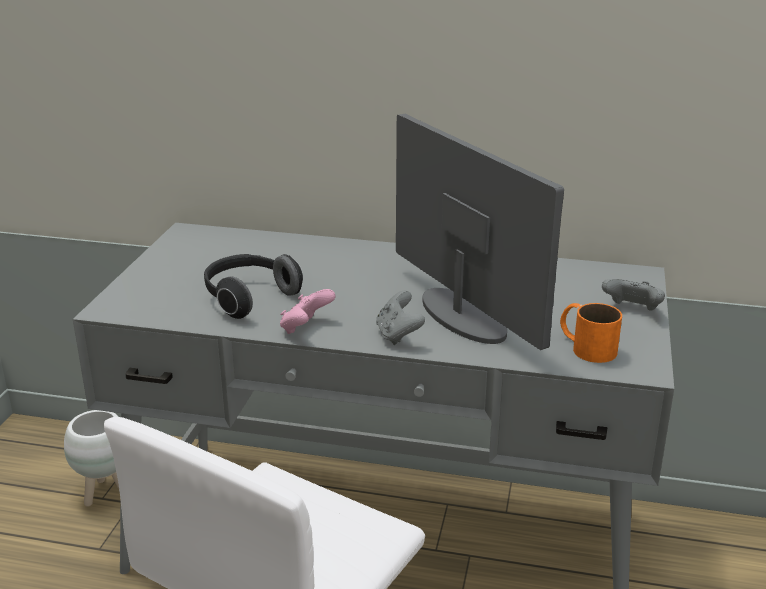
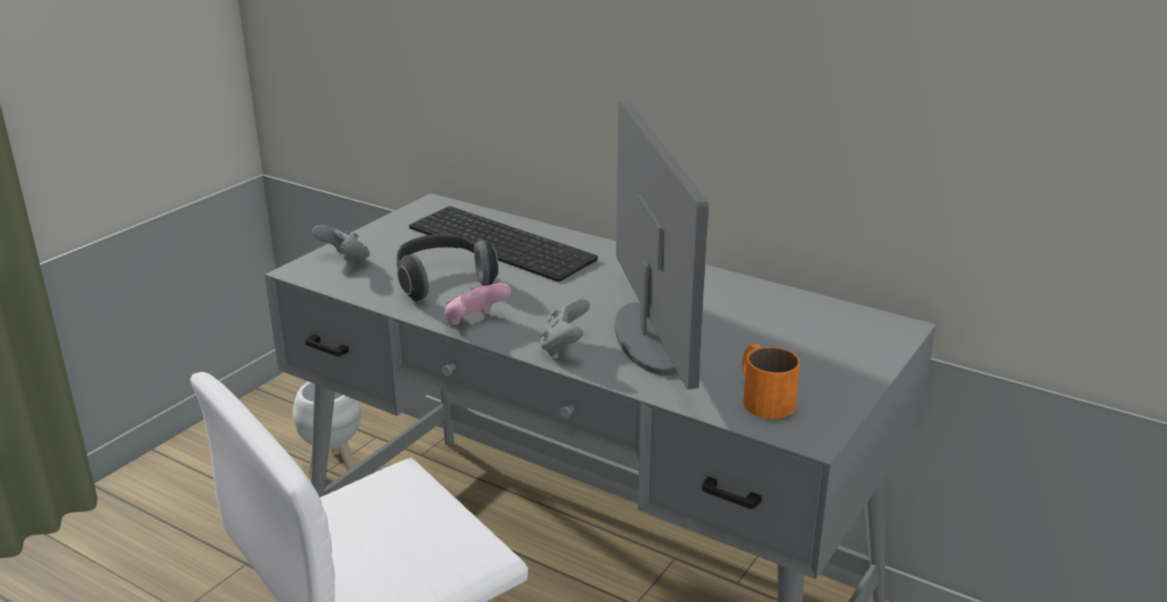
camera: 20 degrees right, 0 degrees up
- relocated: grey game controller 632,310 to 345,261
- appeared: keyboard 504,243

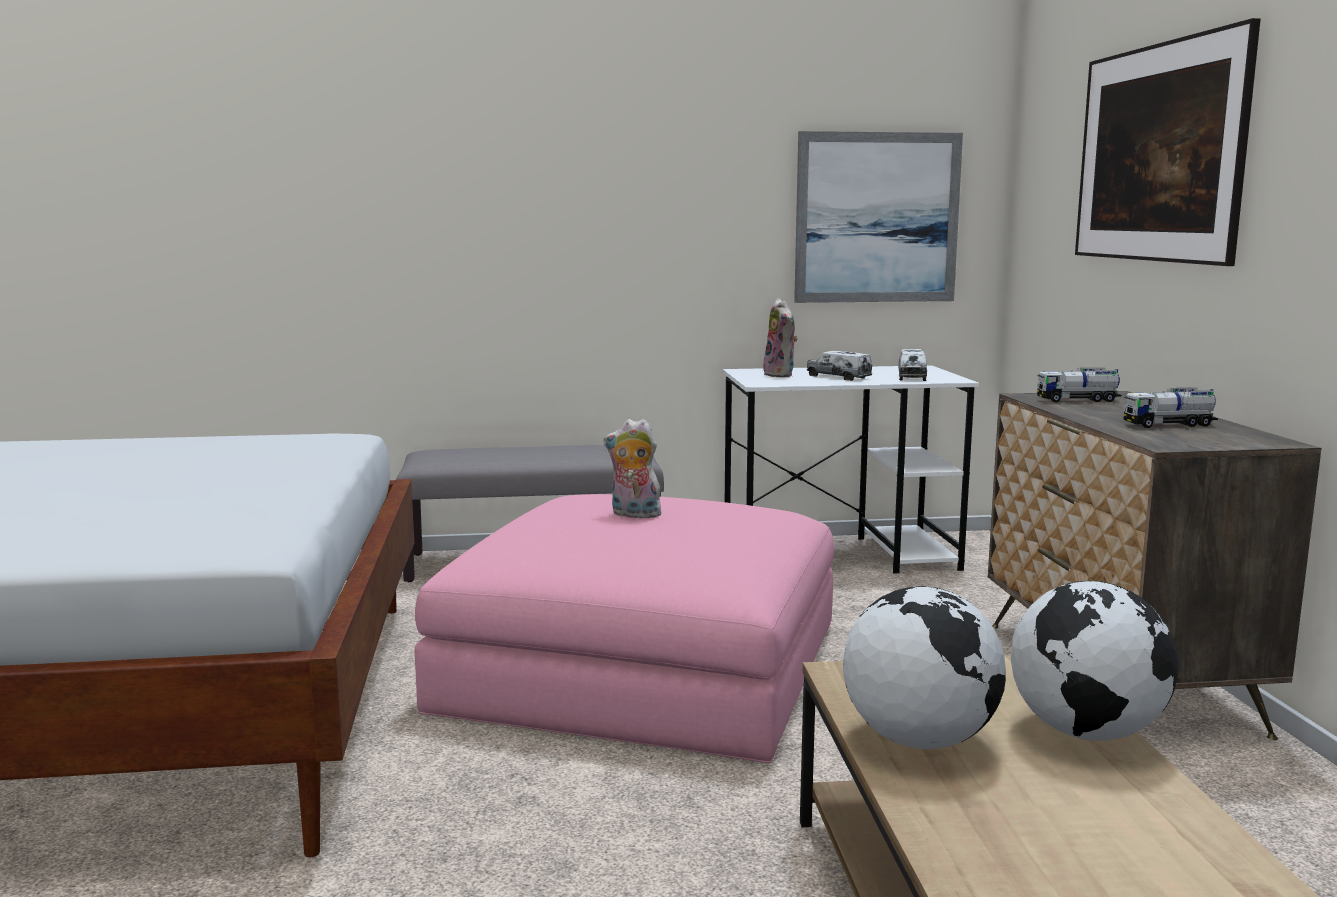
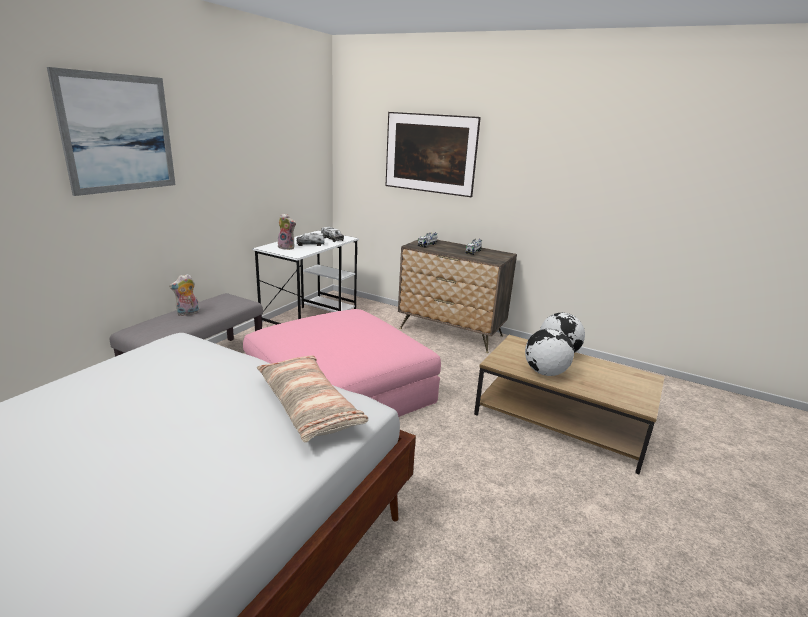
camera: 55 degrees left, 10 degrees up
- relocated: plush toy 633,515 to 188,313
- relocated: picture 877,218 to 118,133
- appeared: pillow 309,406

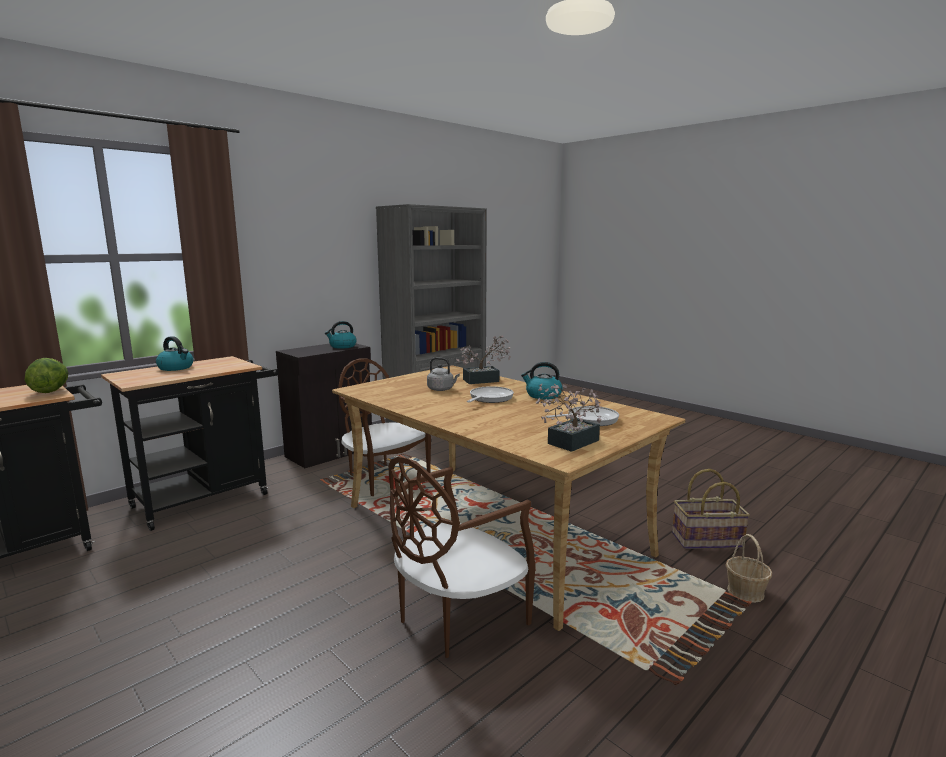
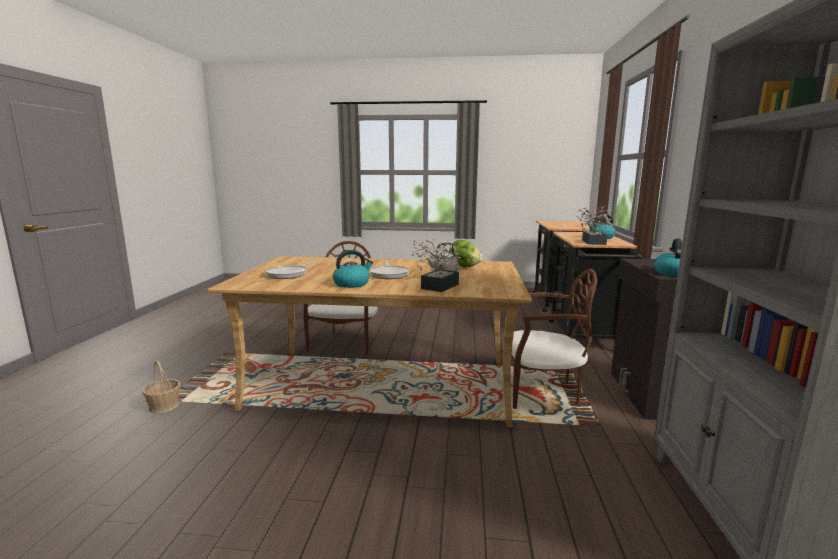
camera: 140 degrees right, 0 degrees up
- relocated: lettuce 50,391 to 464,266
- relocated: potted plant 569,443 to 593,242
- missing: basket 707,540

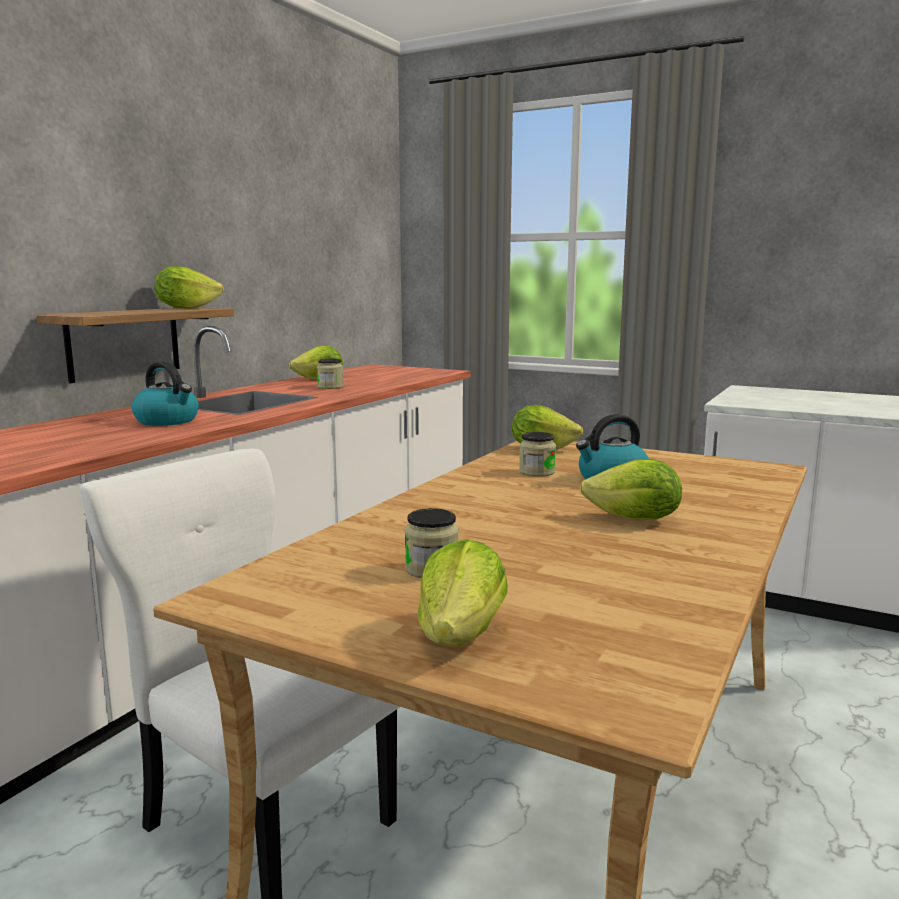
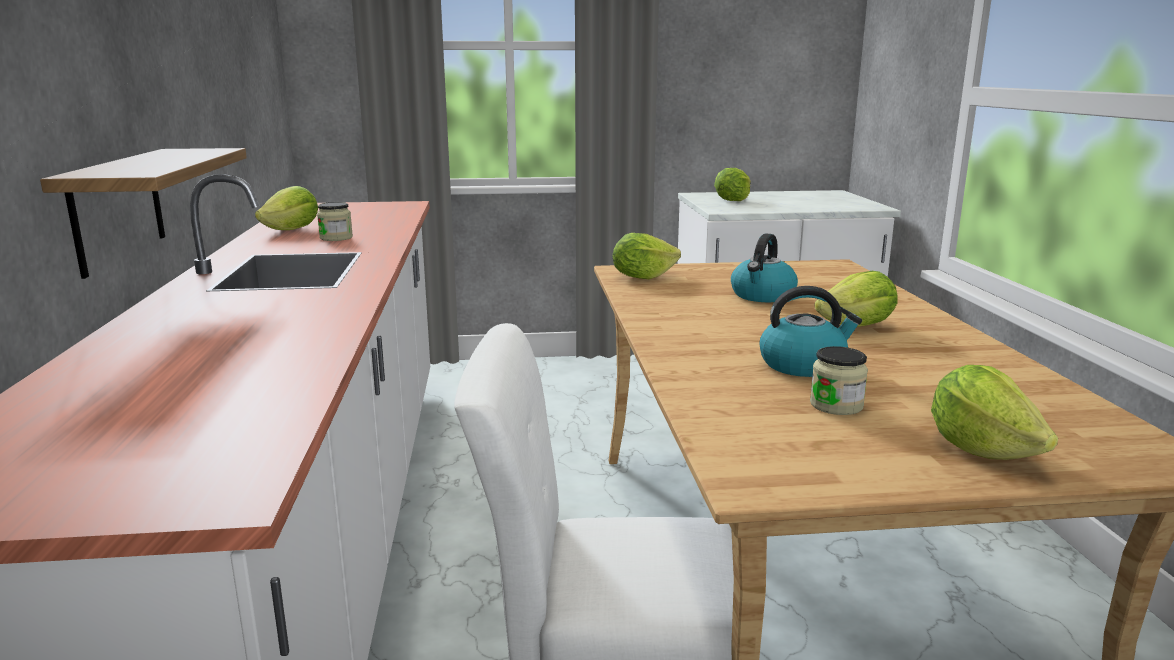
camera: 35 degrees left, 5 degrees up
- relocated: kettle 168,421 to 803,365
- relocated: lettuce 186,308 to 732,200
- missing: jar 537,472

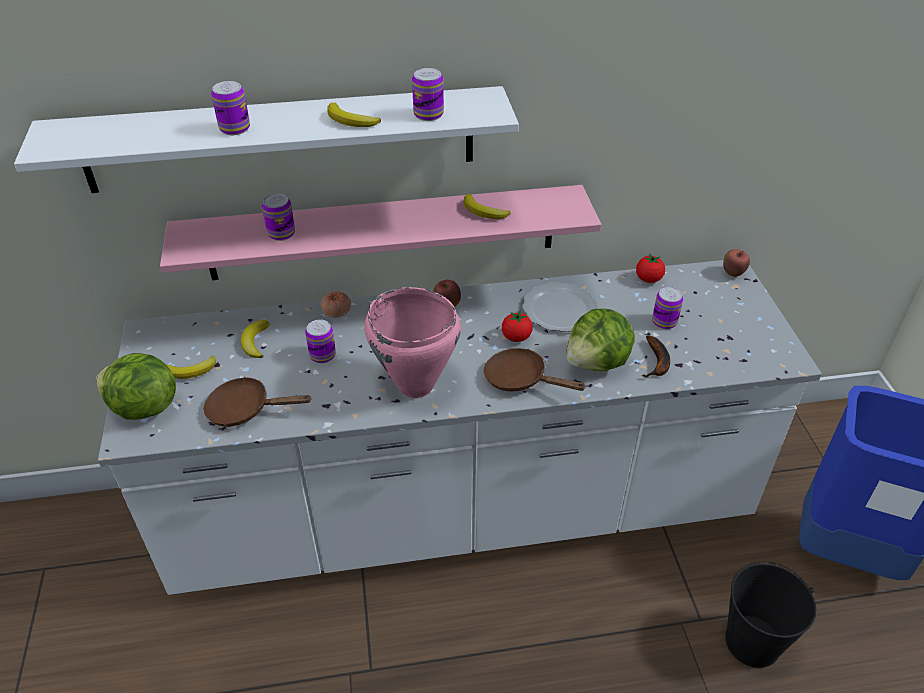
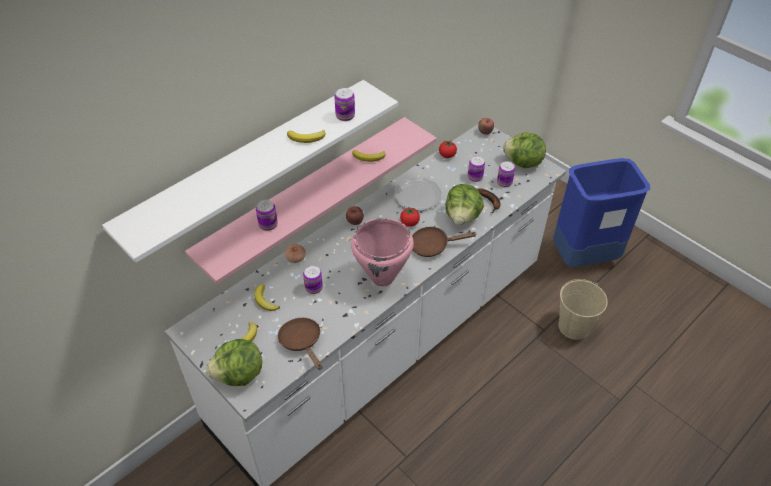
camera: 35 degrees left, 5 degrees up
- spun: brown frying pan 245,409 = 302,342 90 degrees clockwise
- relocated: can 235,128 to 504,182
- colour: black bucket 753,642 to beige bucket 574,327
- appeared: lettuce 523,163

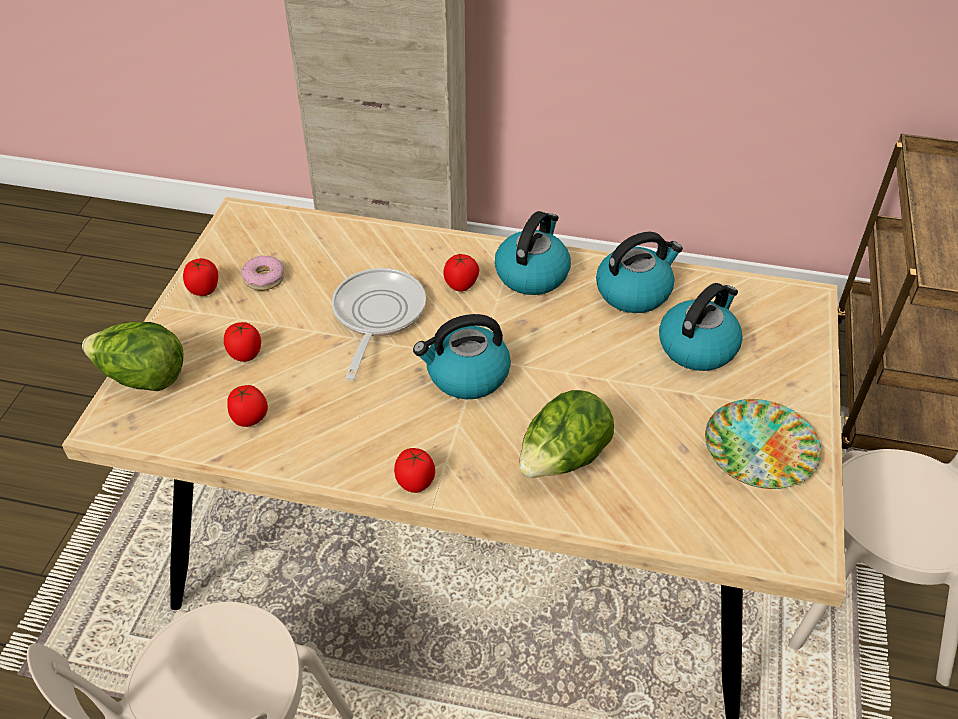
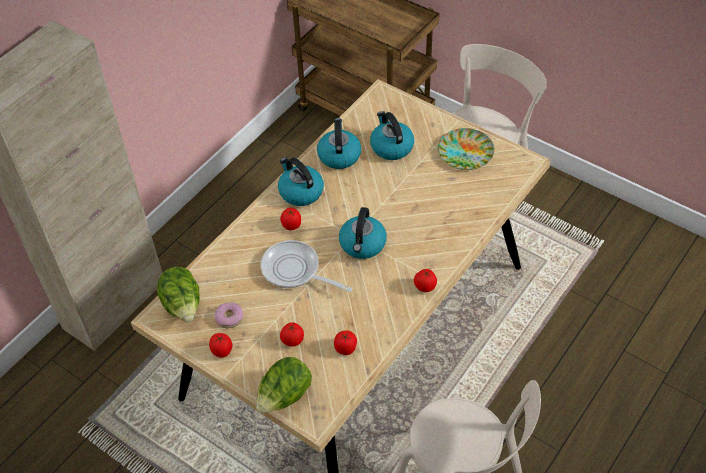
camera: 65 degrees left, 5 degrees up
- relocated: lettuce 563,460 to 183,306

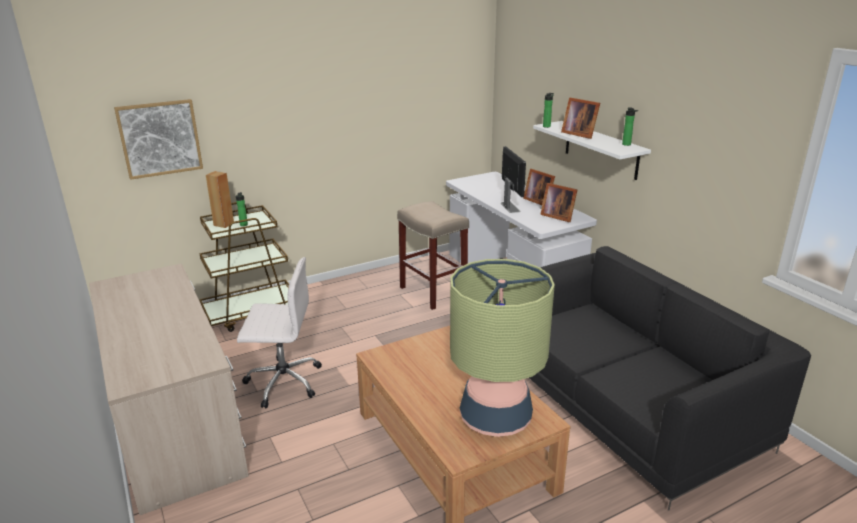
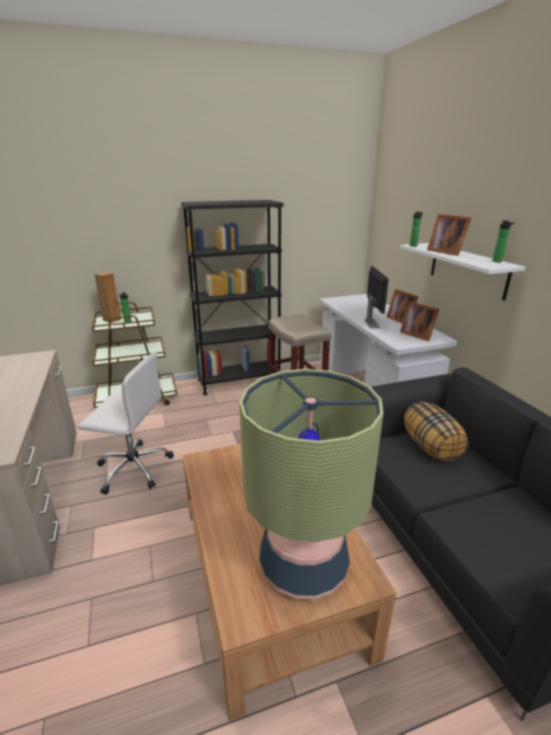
camera: 10 degrees right, 0 degrees up
- missing: picture 160,138
- appeared: black bookcase 239,381
- appeared: pillow 431,447

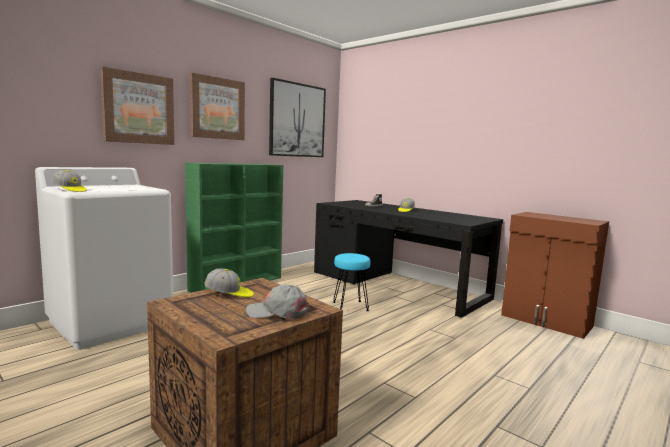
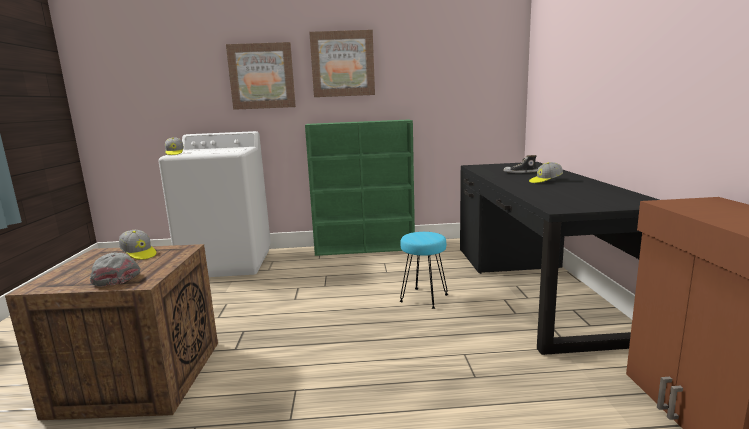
camera: 45 degrees right, 5 degrees up
- missing: picture 297,120

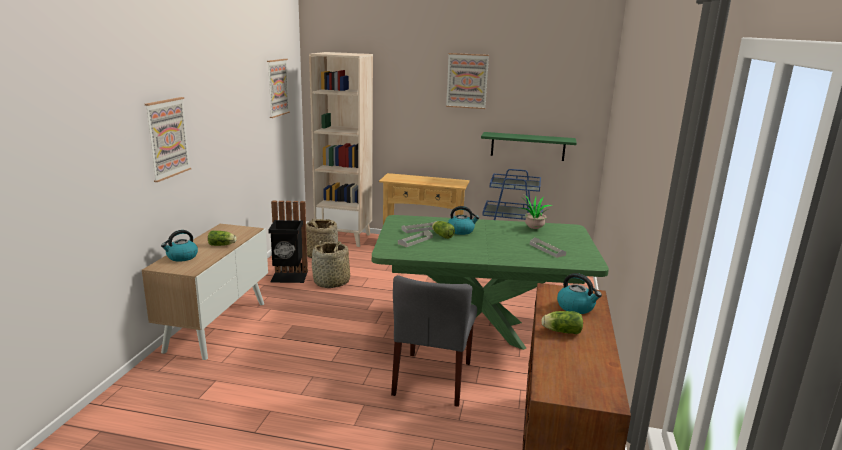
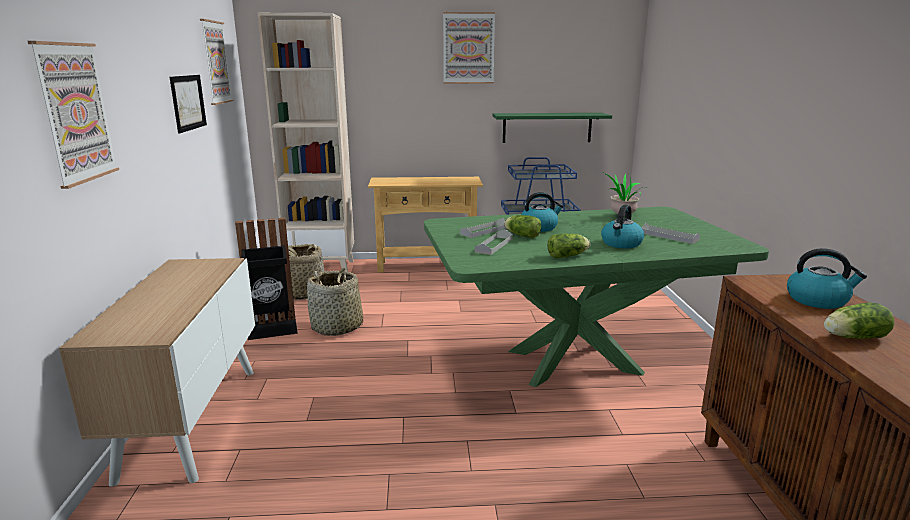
camera: 15 degrees left, 0 degrees up
- relocated: kettle 182,257 to 621,244
- relocated: lettuce 222,245 to 568,256
- missing: grey chair 432,379
- appeared: picture 188,102

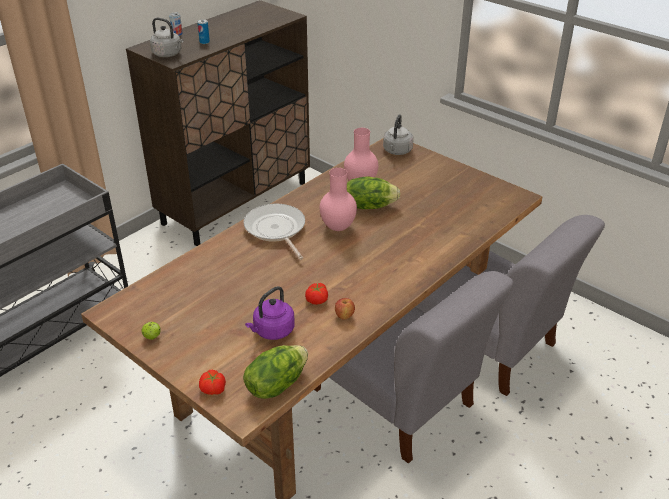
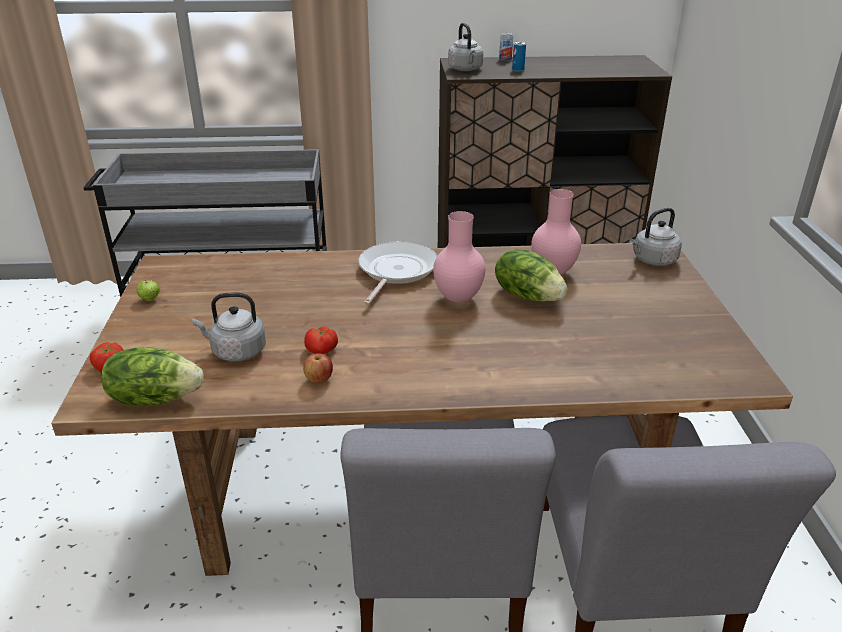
camera: 45 degrees right, 5 degrees down
- colour: purple kettle 272,331 to grey kettle 236,351

